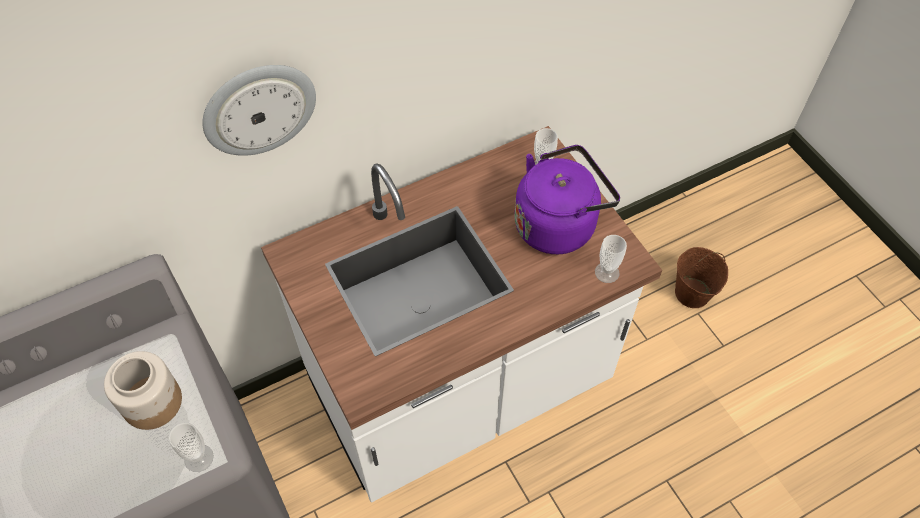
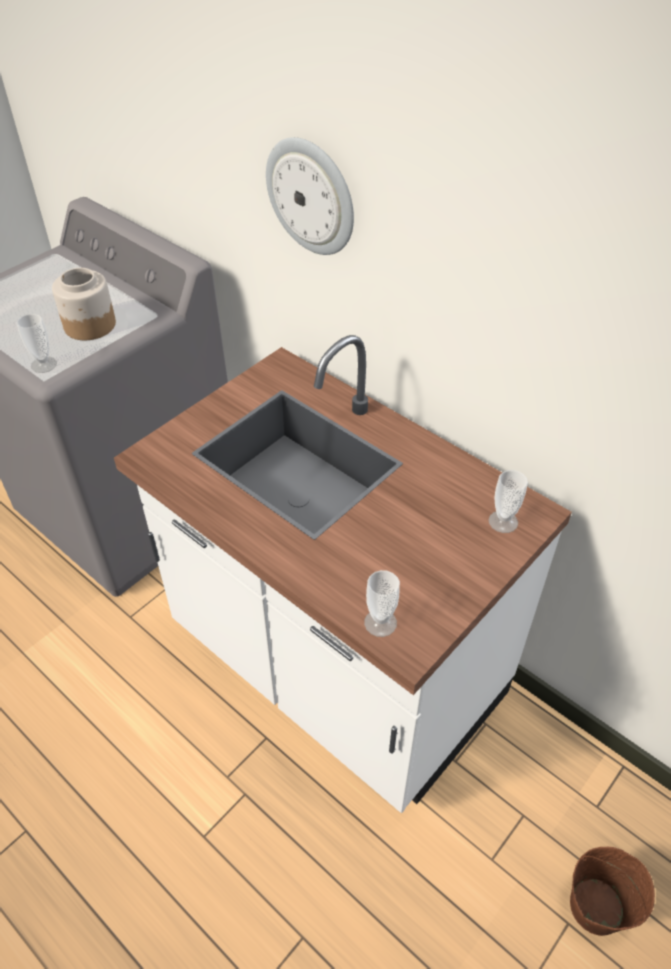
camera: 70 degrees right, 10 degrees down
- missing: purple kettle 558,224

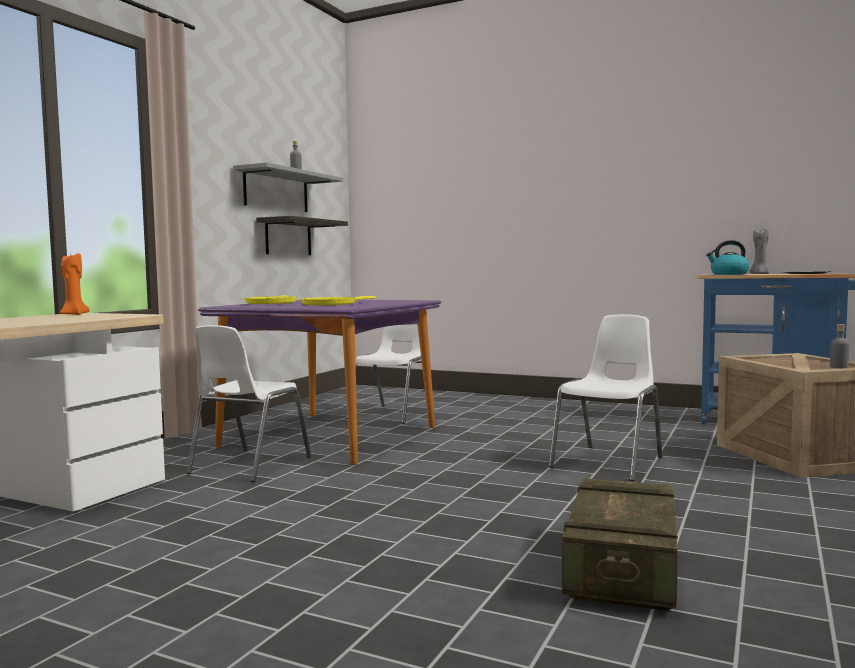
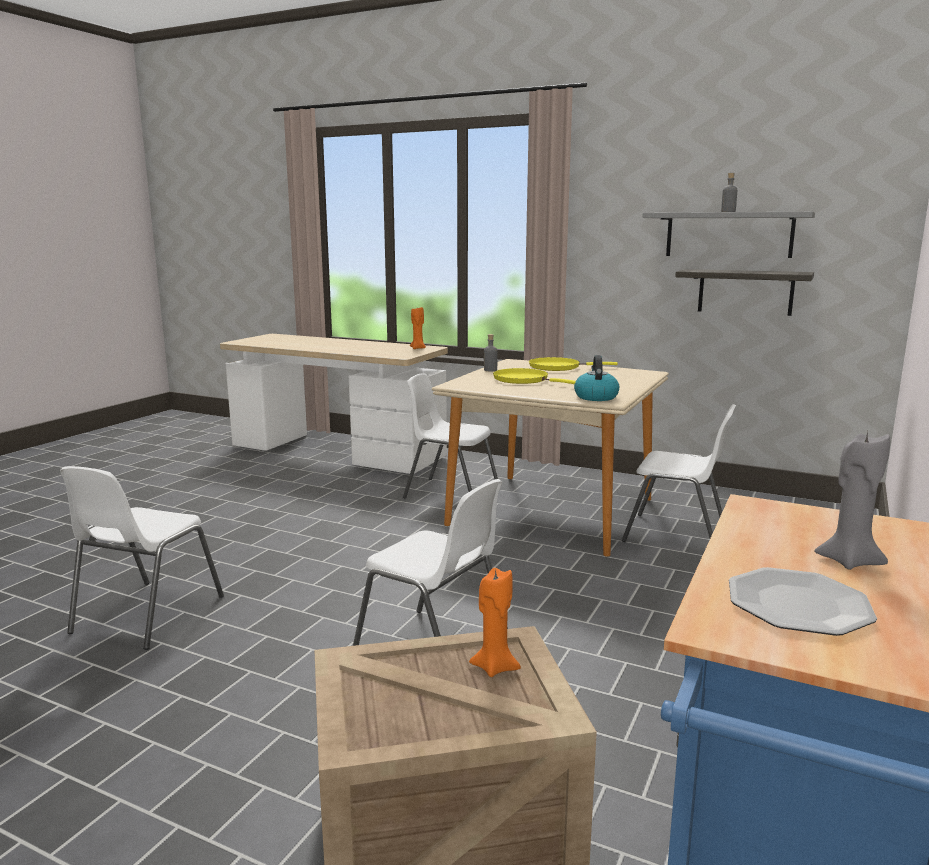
camera: 90 degrees right, 10 degrees up
- colour: purple dining table 329,437 to beige dining table 551,512
- exchanged: crate 622,568 to white chair 145,615
- relocated: kettle 728,274 to 595,397
- relocated: grey bottle 839,367 to 490,370
- appeared: orange candle 494,667

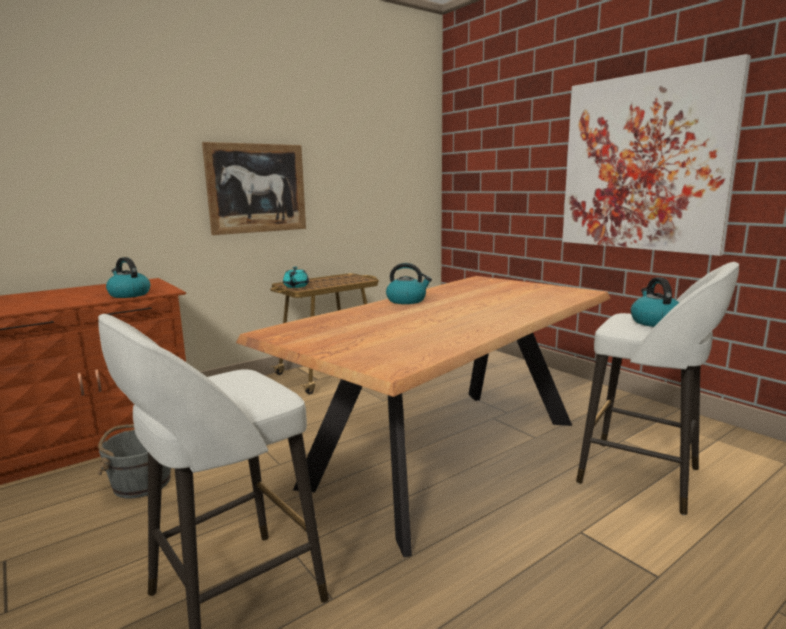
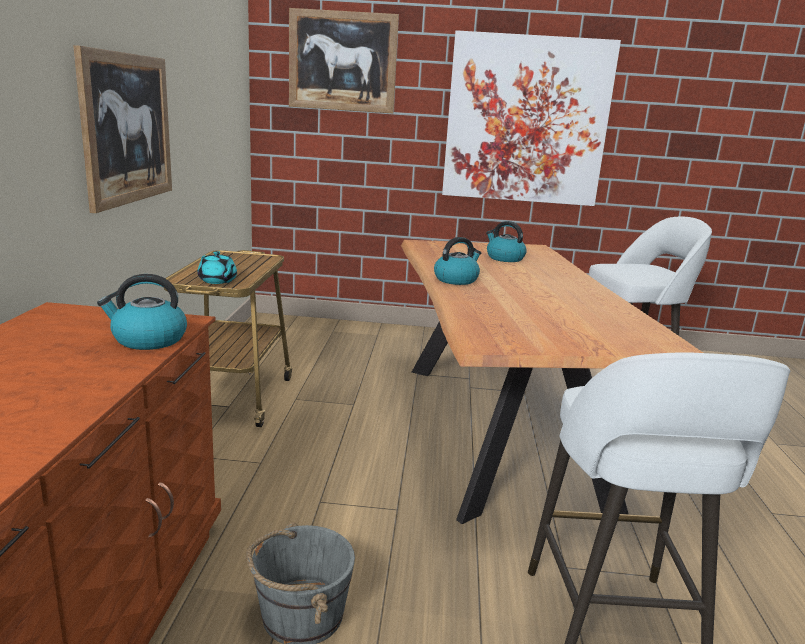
camera: 50 degrees left, 5 degrees up
- relocated: kettle 654,322 to 504,258
- appeared: picture 342,61

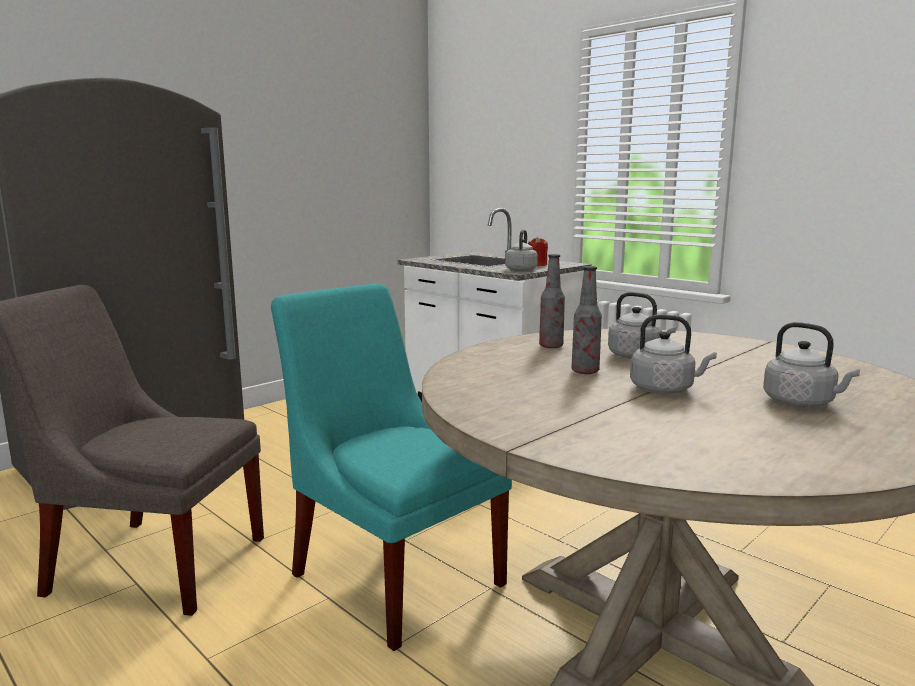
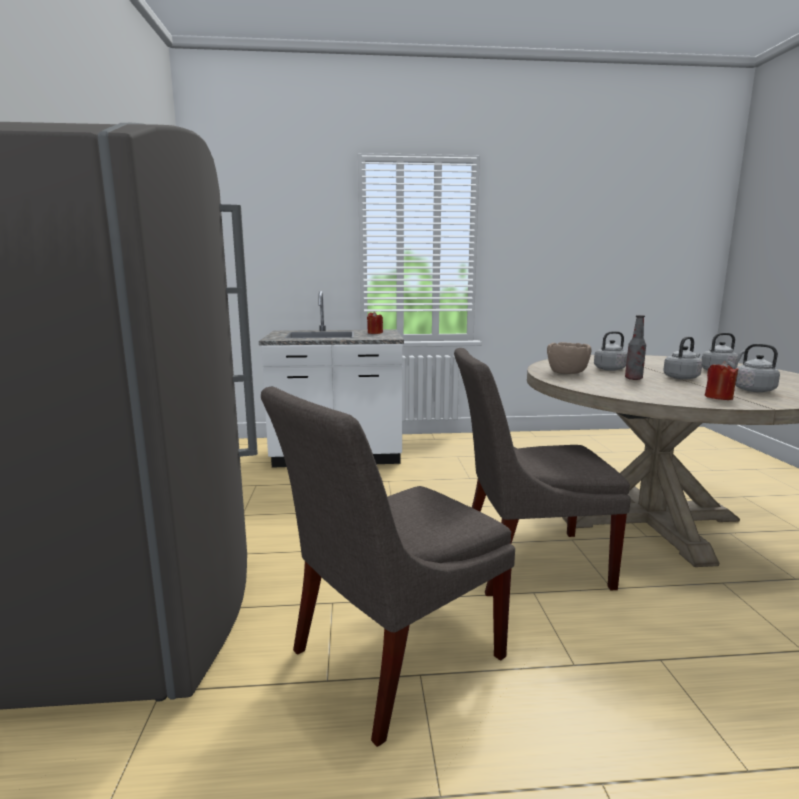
camera: 50 degrees left, 0 degrees up
- colour: turquoise chair 393,574 to grey chair 525,561
- relocated: grey kettle 521,270 to 751,389
- exchanged: bottle 551,346 to brown bowl 567,373
- appeared: red candle 718,397

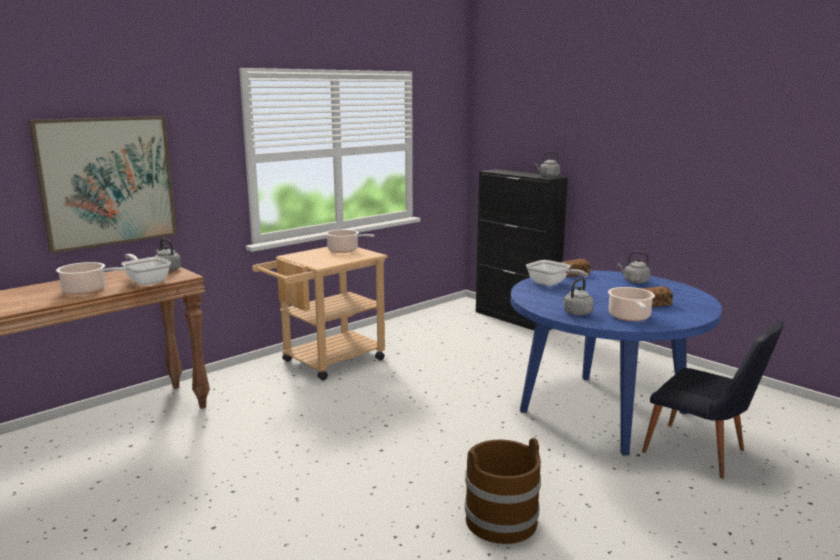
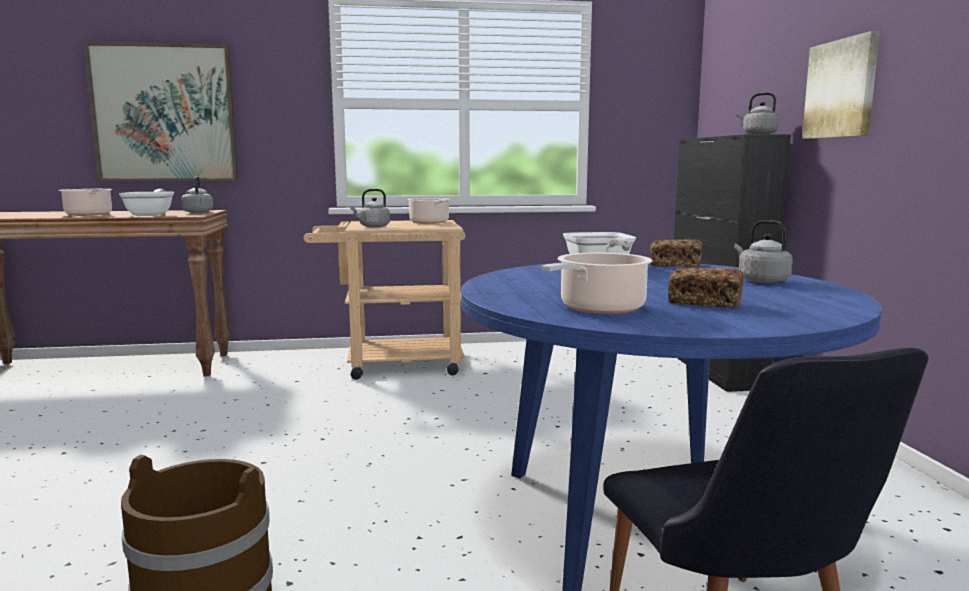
camera: 35 degrees right, 5 degrees down
- relocated: grey kettle 576,313 to 372,226
- appeared: picture 841,89

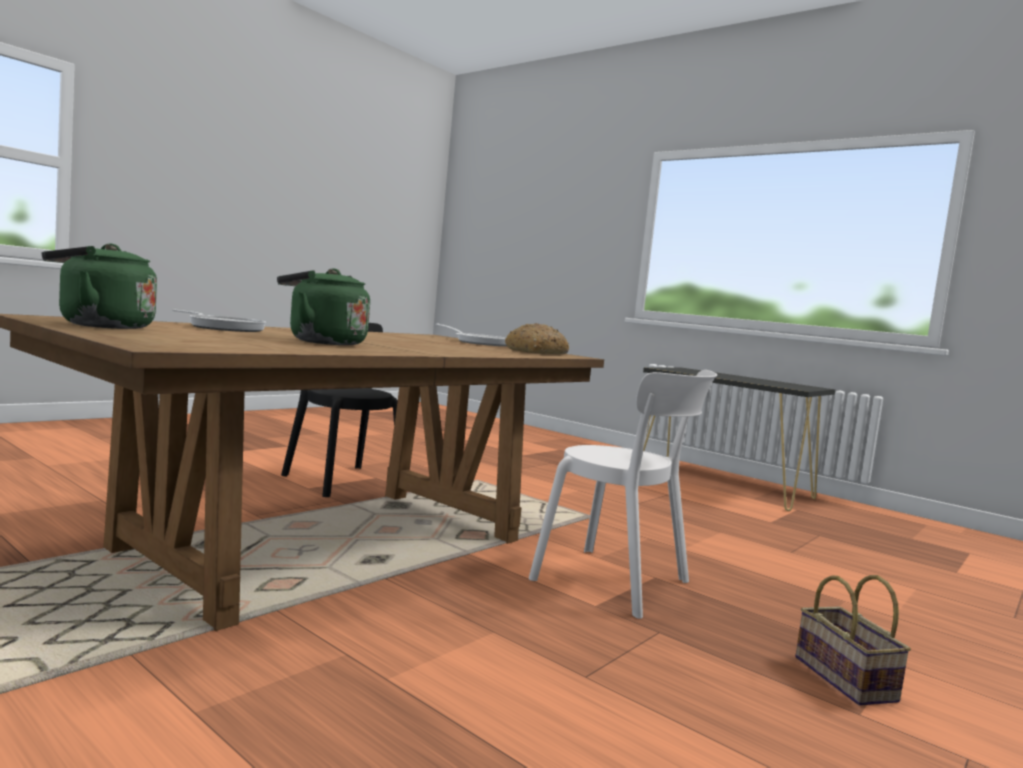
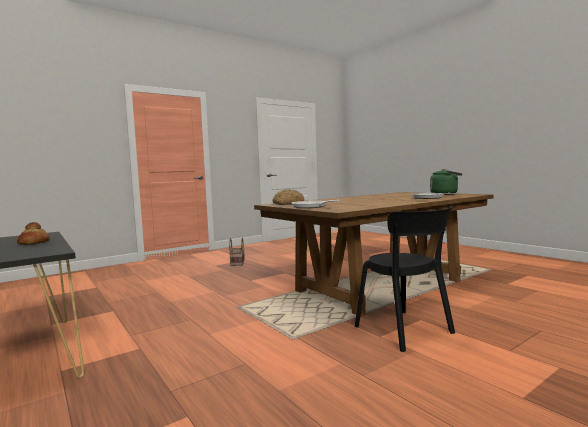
camera: 165 degrees left, 0 degrees up
- missing: green kettle 322,342
- missing: white chair 618,582
- appeared: bread 34,242

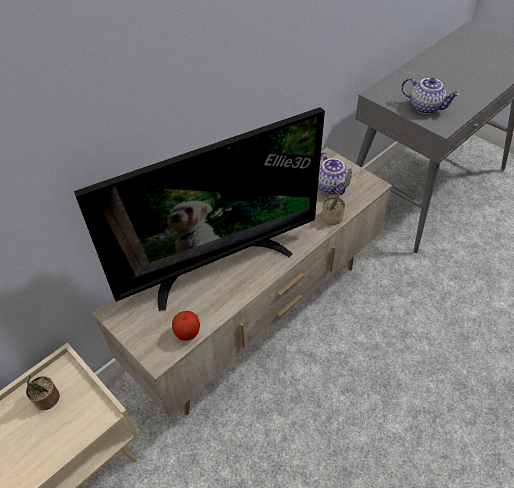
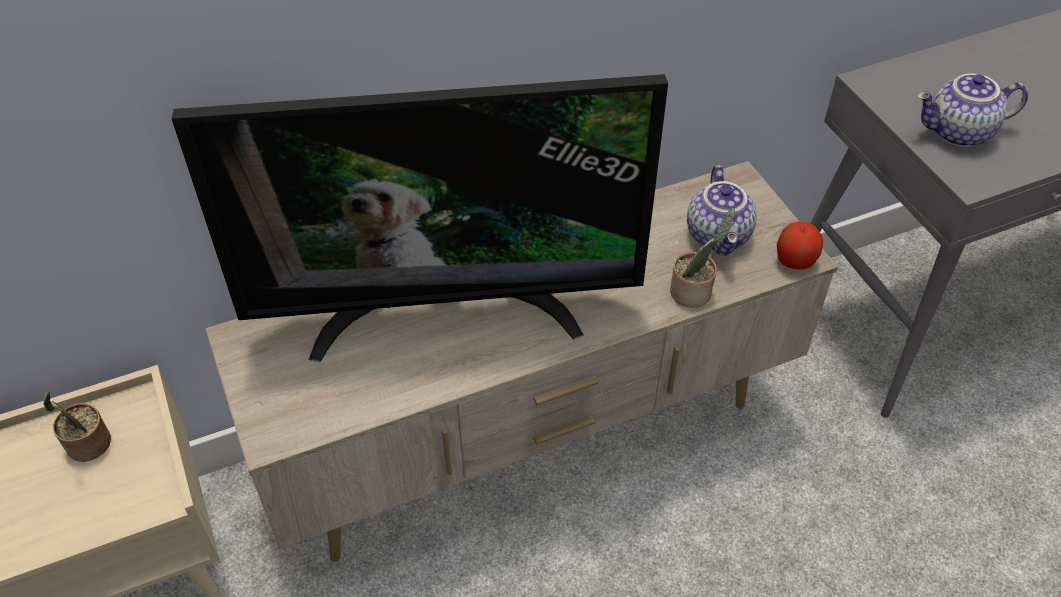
camera: 20 degrees right, 0 degrees up
- relocated: apple 187,333 to 794,261
- spun: teapot 426,107 = 958,133 120 degrees clockwise

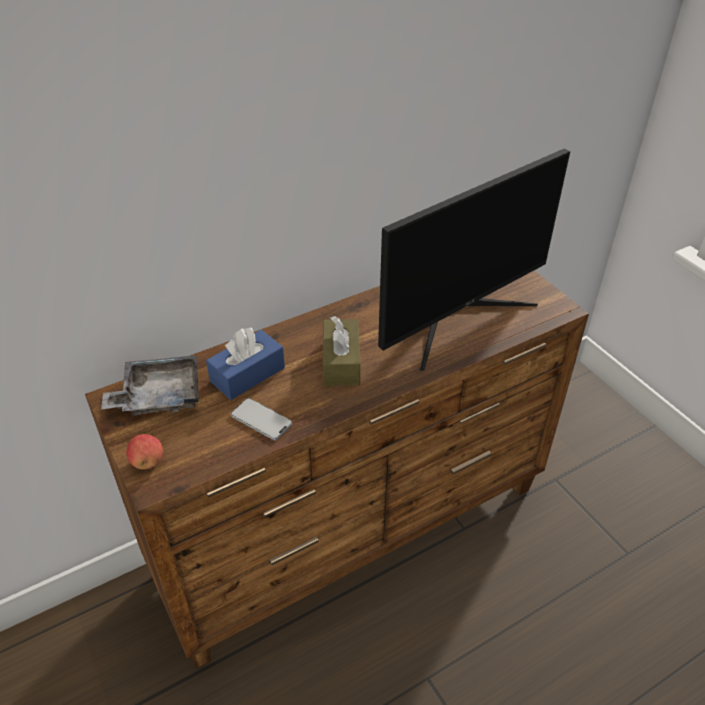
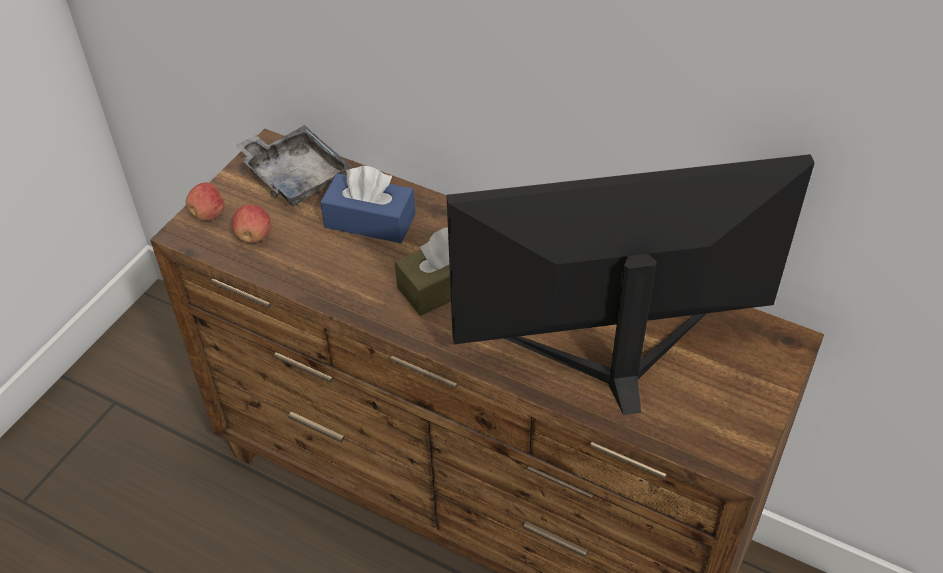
camera: 60 degrees right, 5 degrees up
- missing: phone 261,420
- spun: monitor 458,317 = 614,355 150 degrees clockwise
- appeared: apple 254,236

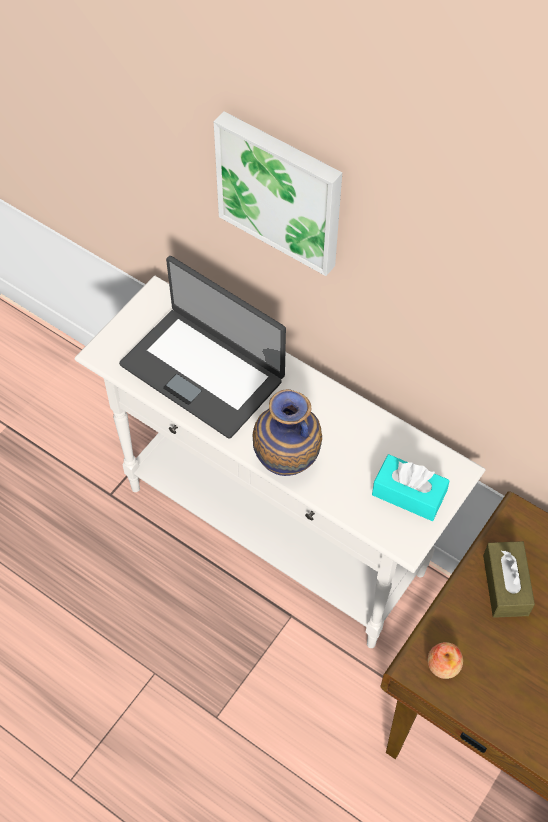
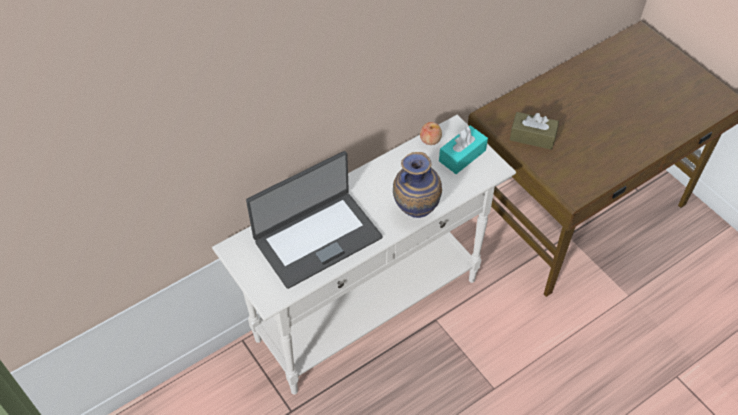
camera: 70 degrees left, 5 degrees down
- missing: picture 281,191
- relocated: apple 443,665 to 430,139

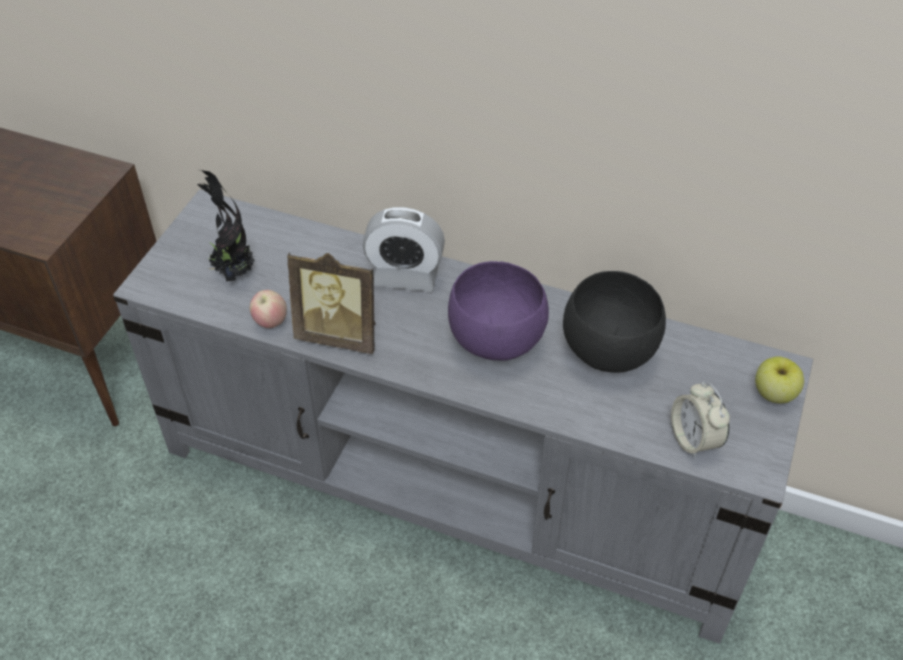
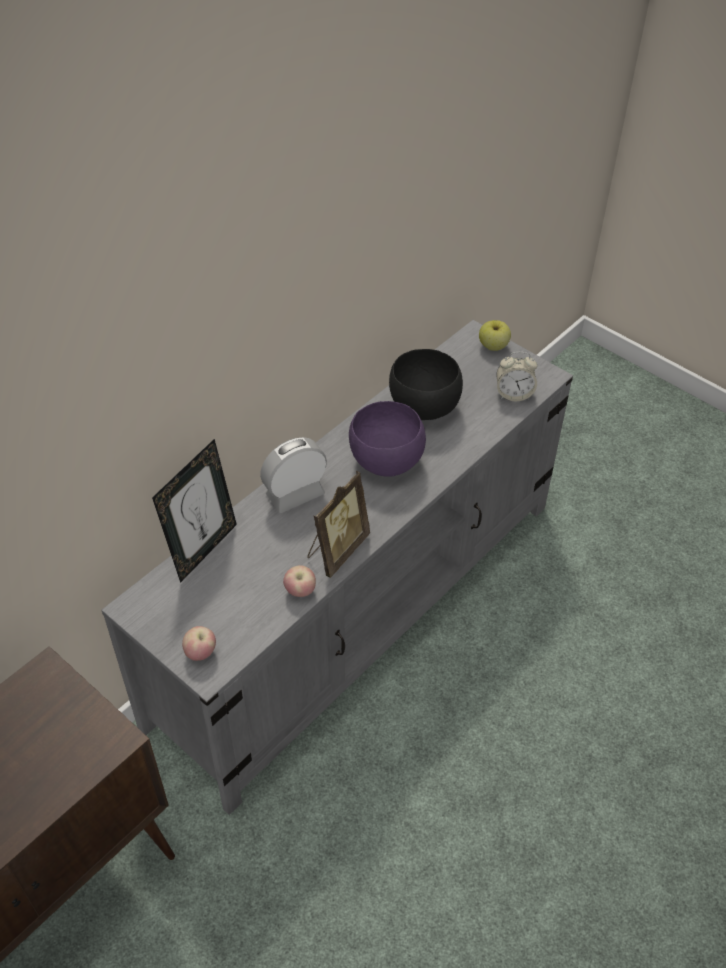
camera: 70 degrees left, 0 degrees up
- missing: potted plant 232,272
- spun: alarm clock 405,277 = 295,494 150 degrees counterclockwise
- appeared: picture frame 203,549
- appeared: apple 200,653

